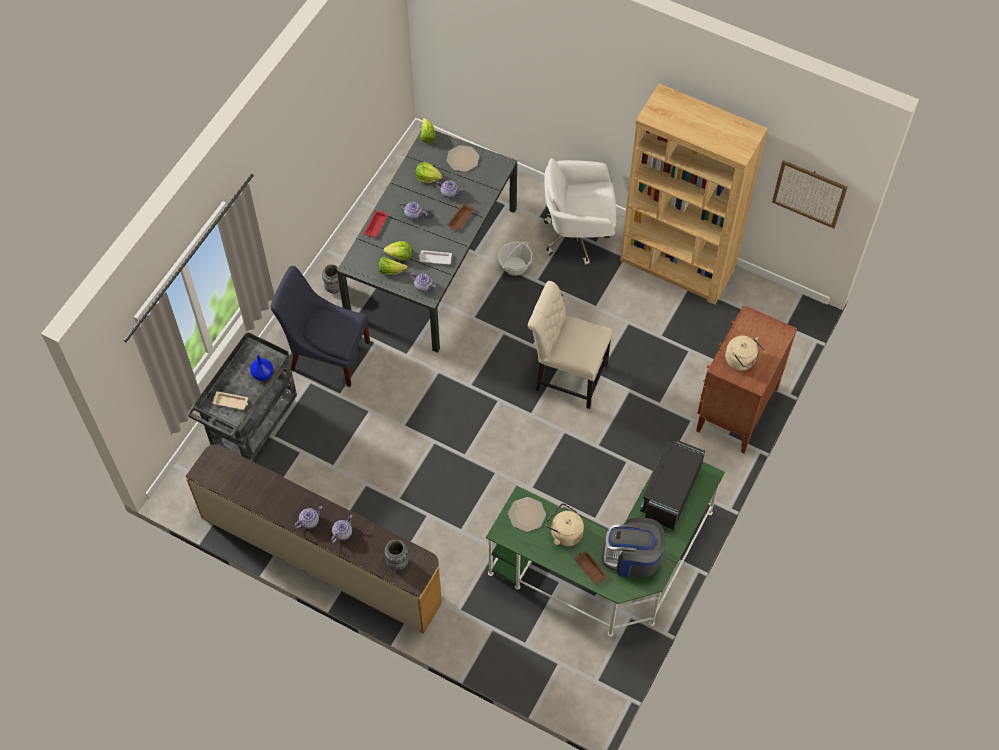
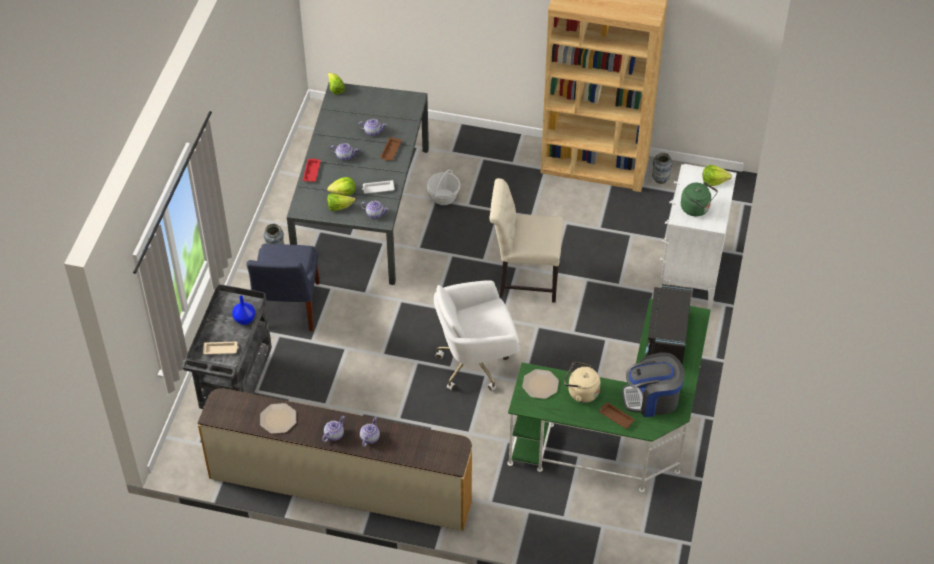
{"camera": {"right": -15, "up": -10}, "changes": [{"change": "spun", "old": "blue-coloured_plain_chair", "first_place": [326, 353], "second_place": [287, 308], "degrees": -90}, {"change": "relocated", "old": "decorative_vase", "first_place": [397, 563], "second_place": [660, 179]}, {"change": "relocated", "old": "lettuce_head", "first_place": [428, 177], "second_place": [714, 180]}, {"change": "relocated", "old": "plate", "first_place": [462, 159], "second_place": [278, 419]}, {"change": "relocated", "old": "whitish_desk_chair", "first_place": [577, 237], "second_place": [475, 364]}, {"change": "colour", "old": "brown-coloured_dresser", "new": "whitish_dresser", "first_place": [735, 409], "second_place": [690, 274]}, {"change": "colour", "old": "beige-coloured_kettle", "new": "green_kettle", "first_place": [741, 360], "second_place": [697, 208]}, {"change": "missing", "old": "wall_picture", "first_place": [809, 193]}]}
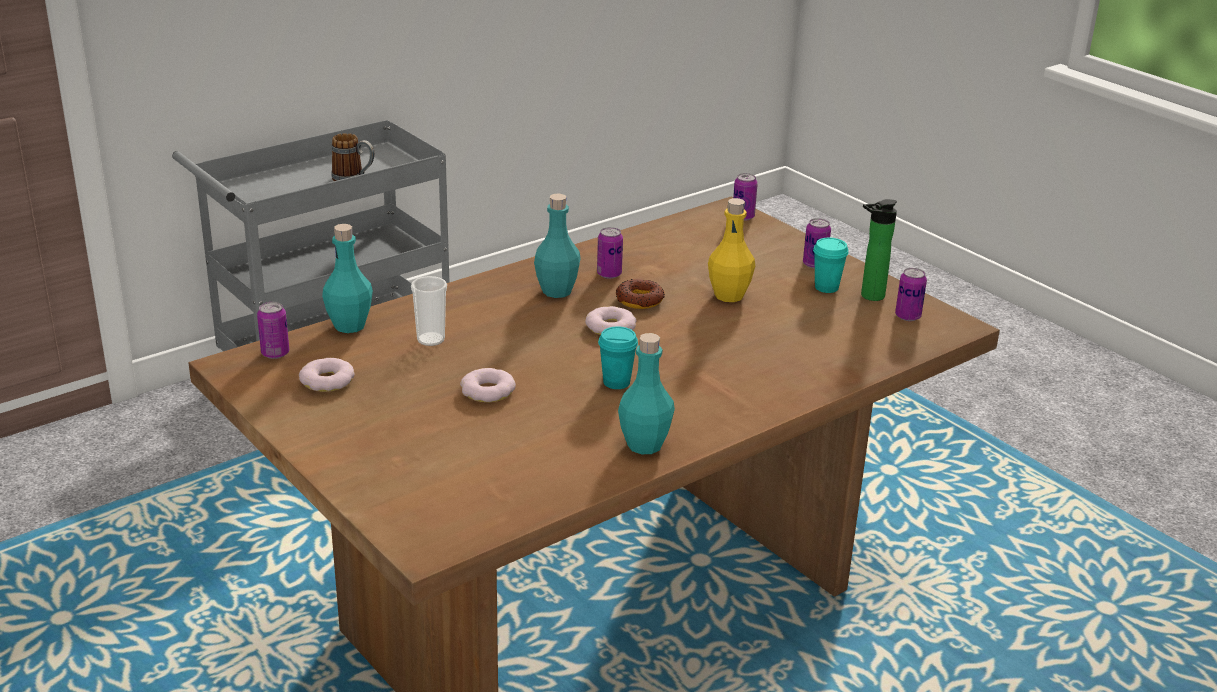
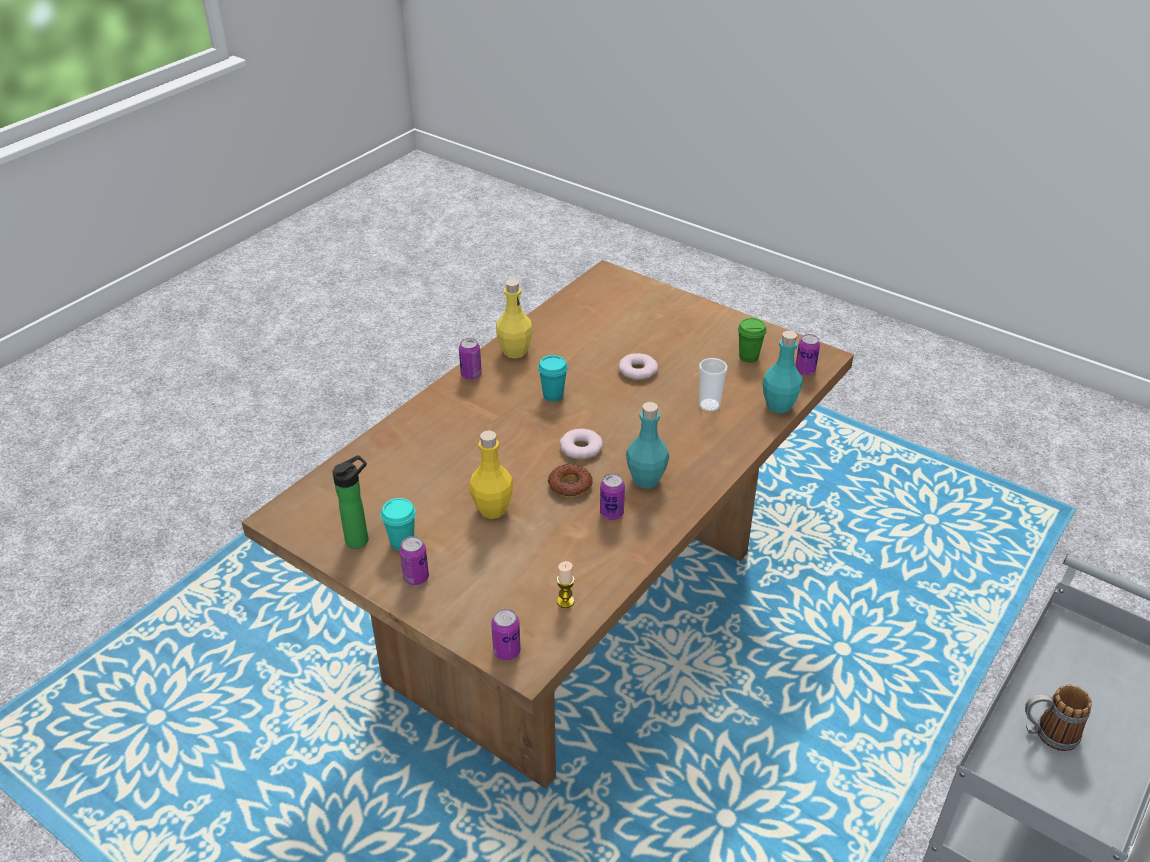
{"camera": {"right": 165, "up": 10}, "changes": [{"change": "exchanged", "old": "doughnut", "new": "green_drinking_cup", "first_place": [327, 381], "second_place": [748, 357]}, {"change": "colour", "old": "turquoise_bottle", "new": "yellowish_bottle", "first_place": [644, 445], "second_place": [515, 352]}, {"change": "relocated", "old": "metal_can", "first_place": [907, 316], "second_place": [471, 375]}, {"change": "appeared", "new": "wax_light", "second_place": [565, 601]}]}
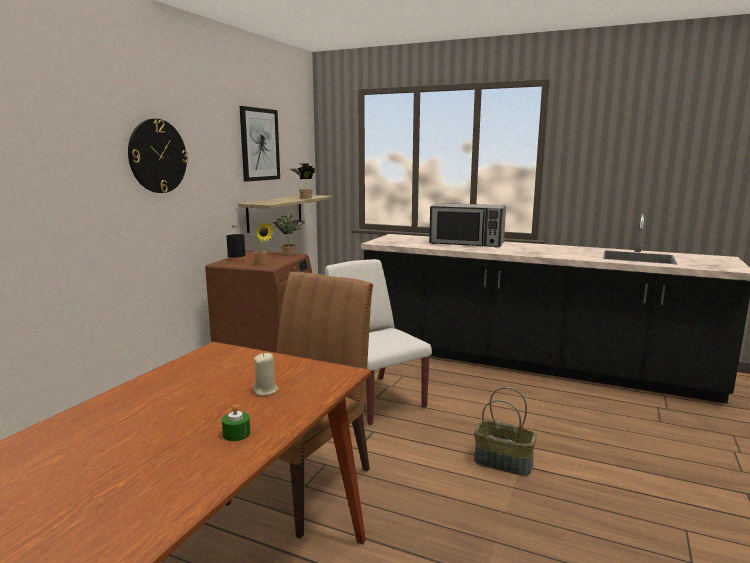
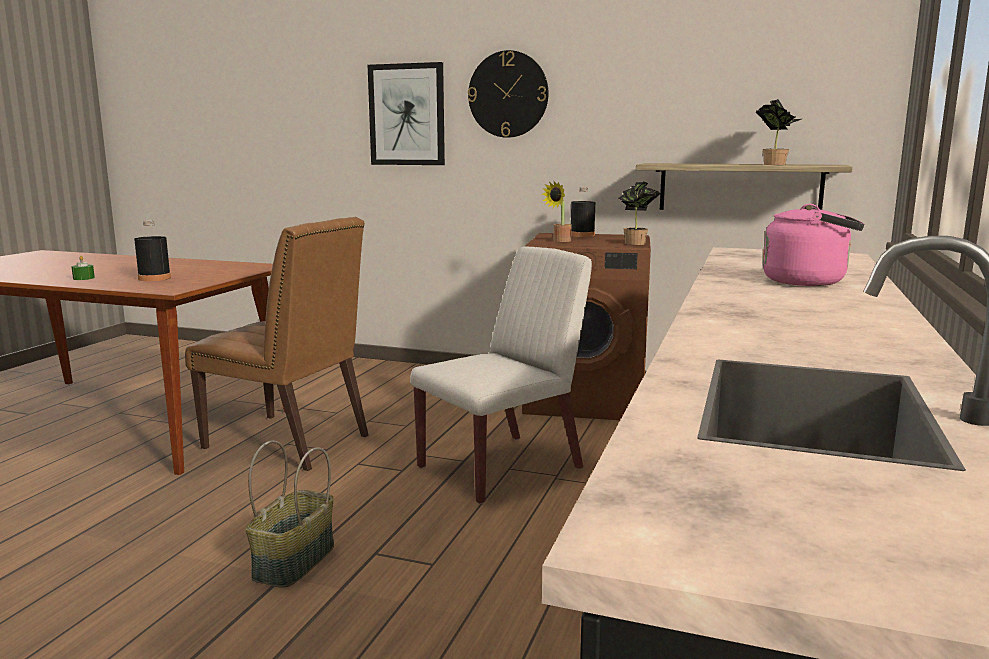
{"camera": {"right": 85, "up": 0}, "changes": [{"change": "relocated", "old": "wall_picture", "first_place": [259, 144], "second_place": [407, 115]}, {"change": "exchanged", "old": "beige-coloured_wax_light", "new": "black-coloured_bottle", "first_place": [265, 391], "second_place": [154, 278]}, {"change": "exchanged", "old": "microwave_oven", "new": "pinkish_kettle", "first_place": [466, 243], "second_place": [809, 282]}]}
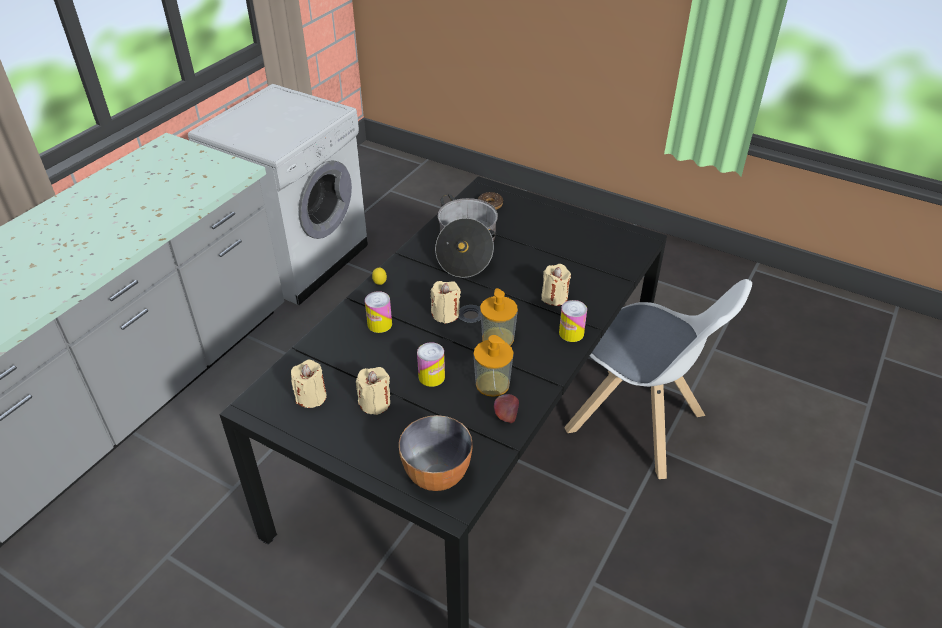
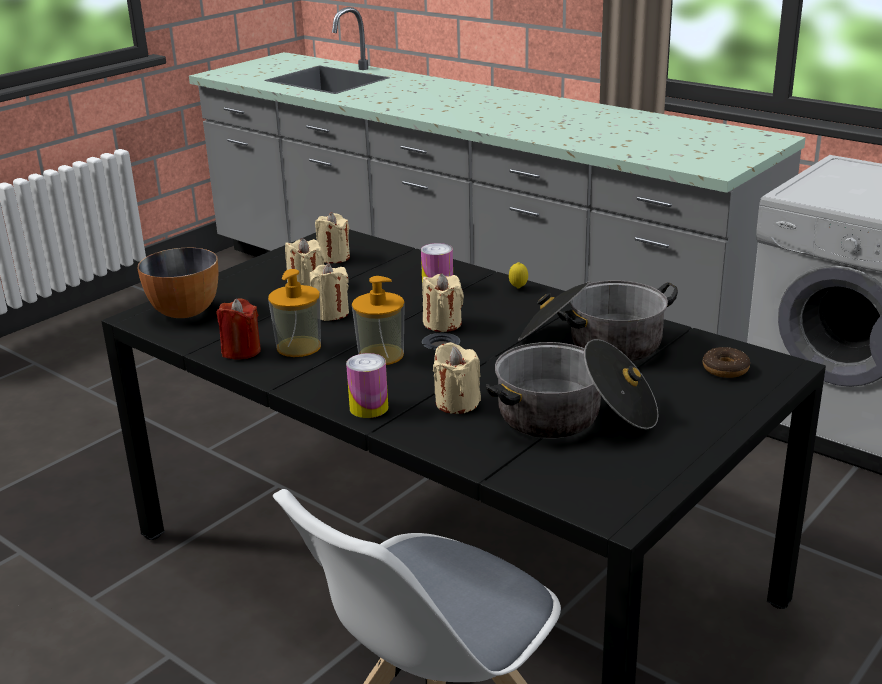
{"camera": {"right": 100, "up": -15}, "changes": [{"change": "exchanged", "old": "metal_can", "new": "beige-coloured_wax_light", "first_place": [431, 377], "second_place": [330, 313]}, {"change": "exchanged", "old": "apple_fruit", "new": "red-coloured_wax_light", "first_place": [505, 416], "second_place": [241, 351]}, {"change": "appeared", "new": "stockpot", "second_place": [574, 417]}]}
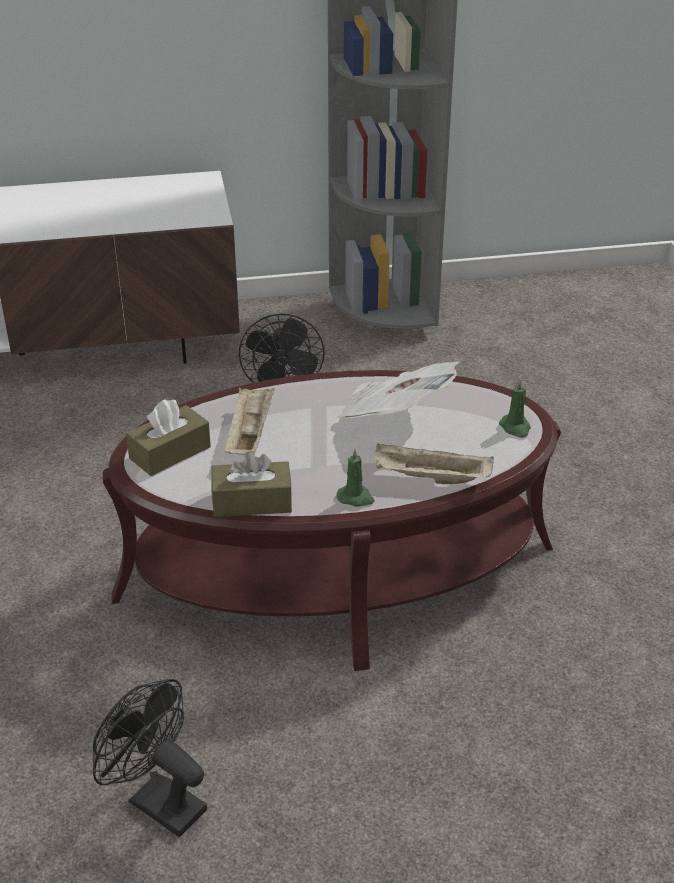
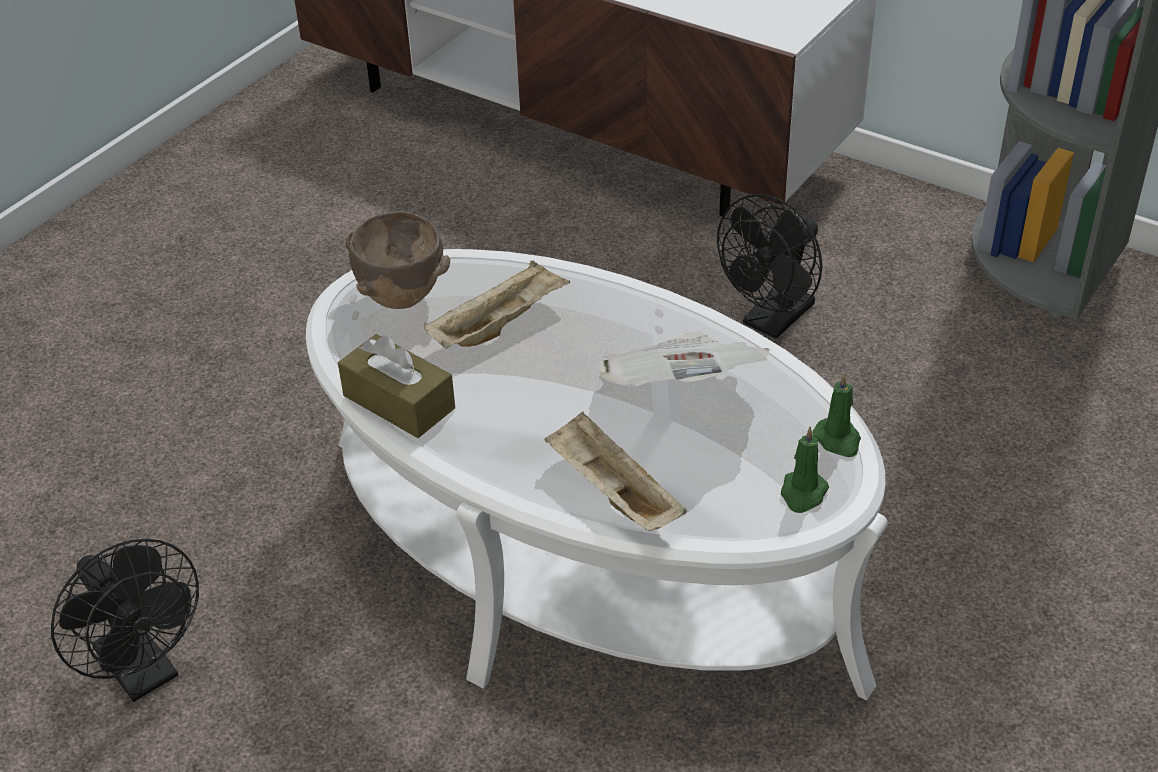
{"camera": {"right": 45, "up": 5}, "changes": [{"change": "spun", "old": "black-coloured_fan", "first_place": [157, 801], "second_place": [145, 673], "degrees": 150}, {"change": "colour", "old": "brown-coloured_low_table", "new": "whitish_low_table", "first_place": [337, 572], "second_place": [585, 557]}, {"change": "exchanged", "old": "brown-coloured_tissue_box", "new": "brown-coloured_serving_bowl", "first_place": [170, 452], "second_place": [400, 299]}, {"change": "relocated", "old": "green_wax_light", "first_place": [356, 498], "second_place": [838, 440]}]}
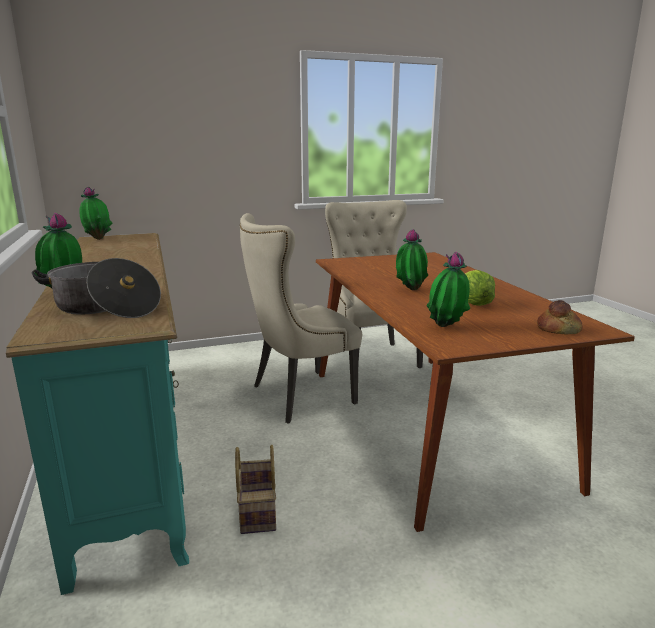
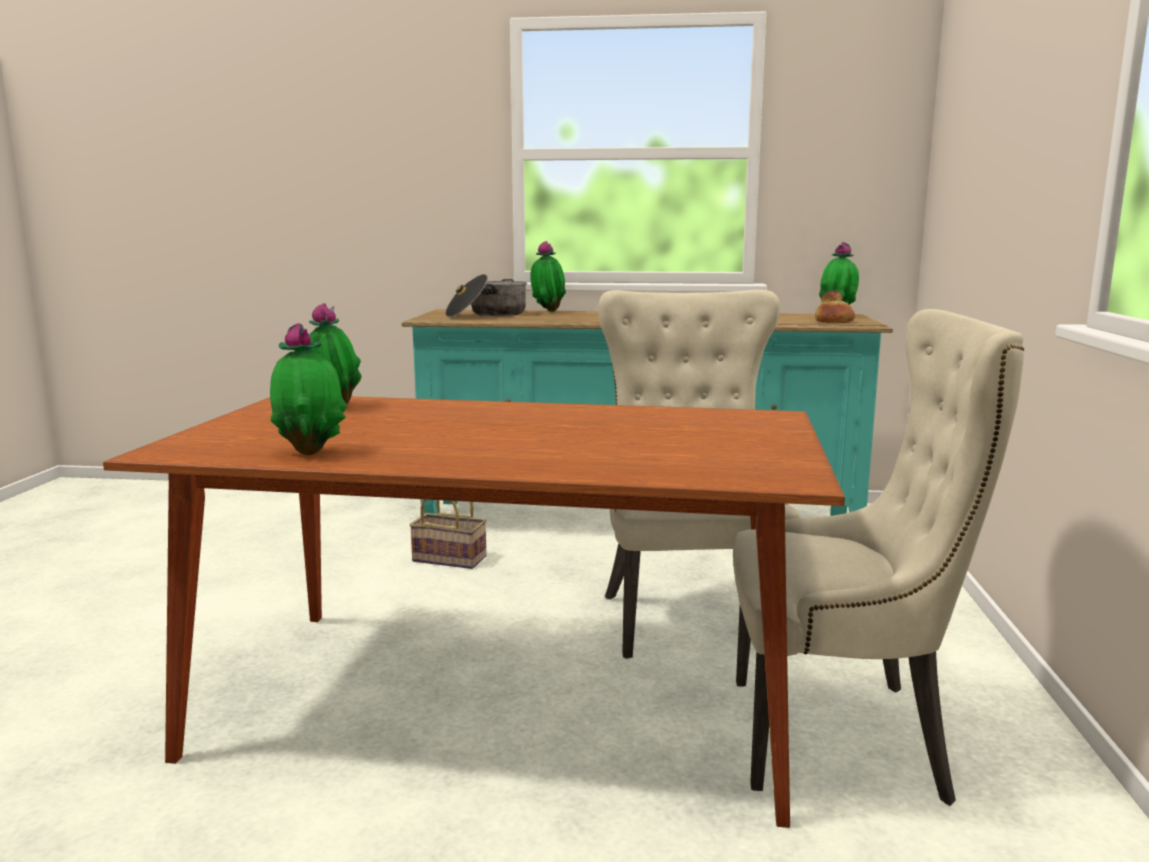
{"camera": {"right": 115, "up": -5}, "changes": [{"change": "relocated", "old": "potted_plant", "first_place": [410, 290], "second_place": [311, 452]}, {"change": "missing", "old": "lettuce_head", "first_place": [473, 304]}, {"change": "relocated", "old": "bakery_bread", "first_place": [558, 329], "second_place": [834, 321]}]}
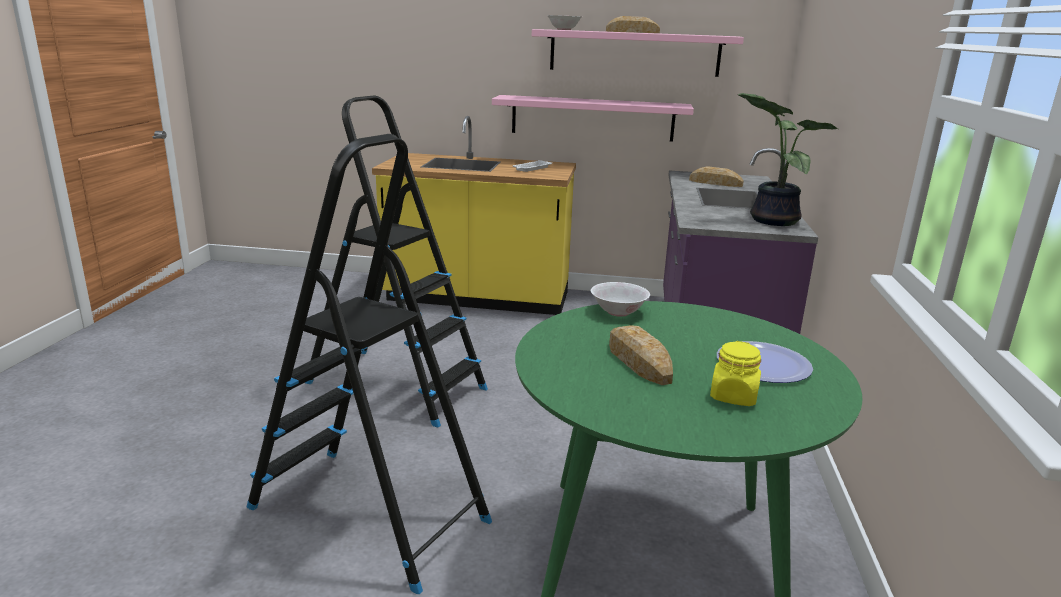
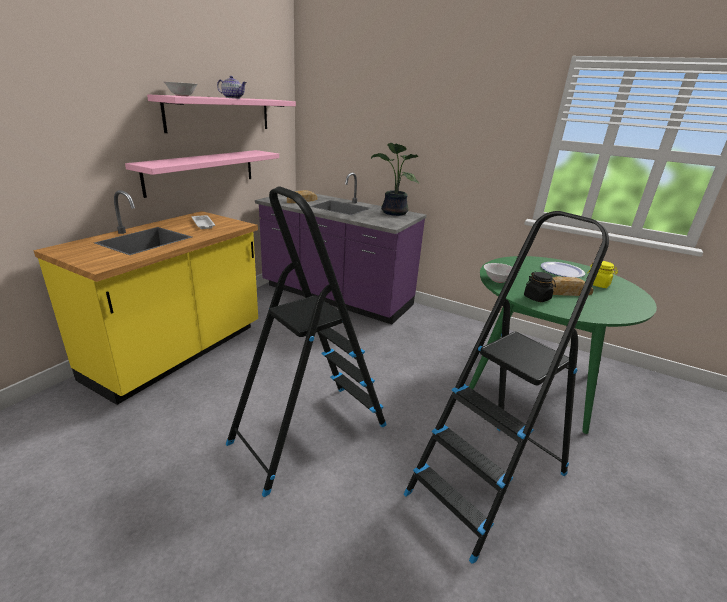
{"camera": {"right": -70, "up": 5}, "changes": [{"change": "exchanged", "old": "bakery_bread", "new": "tea_pot", "first_place": [632, 32], "second_place": [232, 98]}, {"change": "appeared", "new": "black-coloured_storage_jar", "second_place": [537, 298]}]}
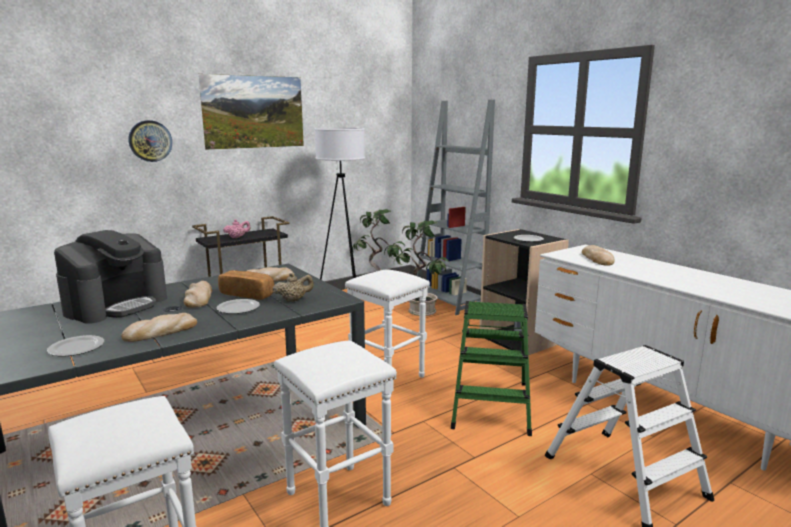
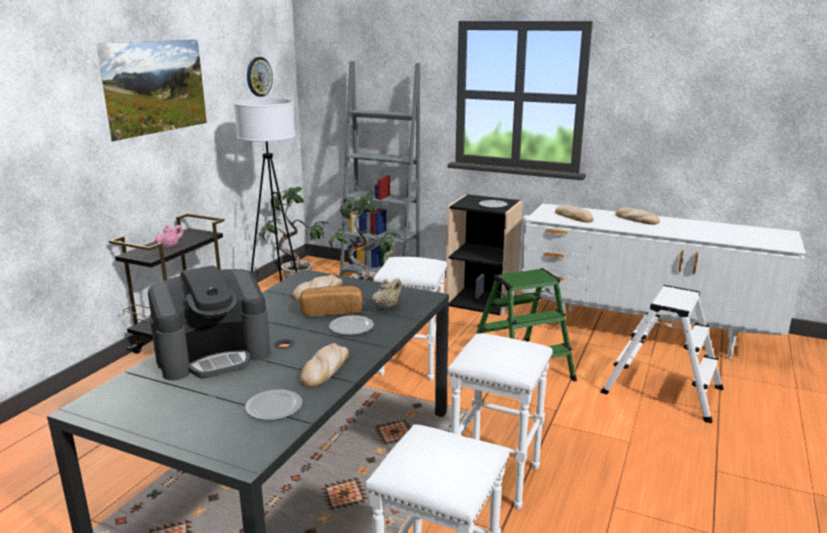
{"camera": {"right": -30, "up": 5}, "changes": [{"change": "spun", "old": "coffee_maker", "first_place": [116, 305], "second_place": [214, 355], "degrees": 60}, {"change": "relocated", "old": "clock_on_the_wall", "first_place": [150, 141], "second_place": [258, 76]}, {"change": "relocated", "old": "bakery_bread", "first_place": [198, 298], "second_place": [636, 219]}]}
